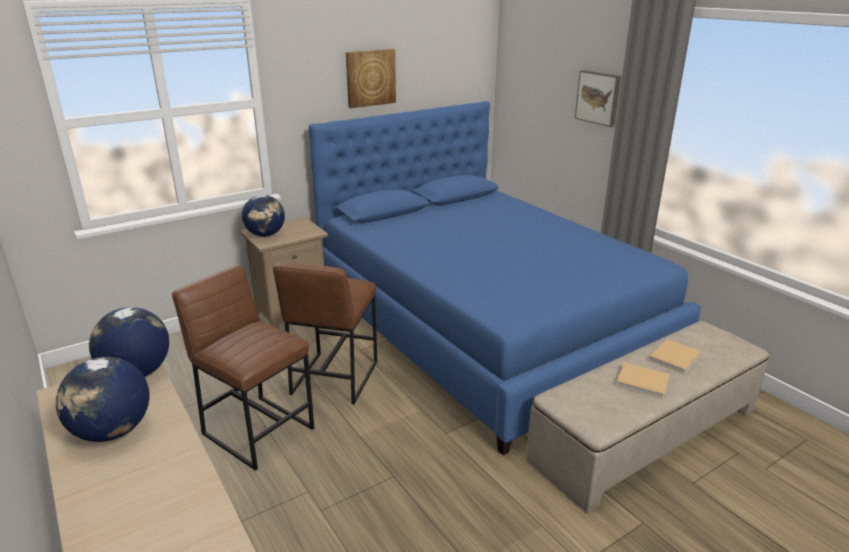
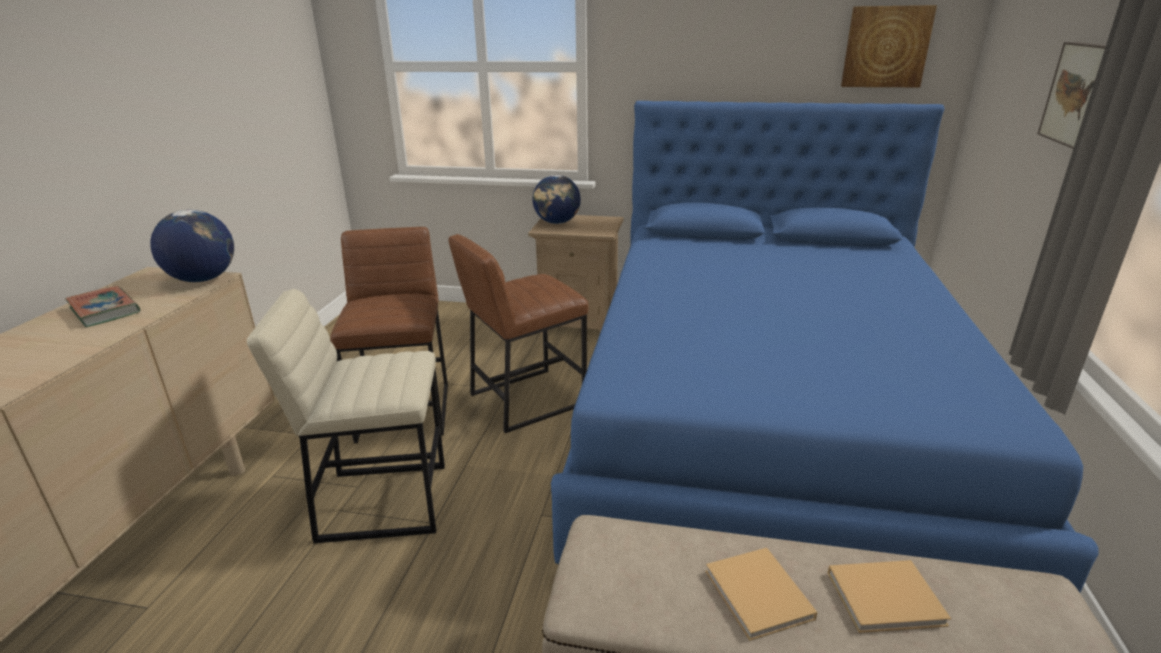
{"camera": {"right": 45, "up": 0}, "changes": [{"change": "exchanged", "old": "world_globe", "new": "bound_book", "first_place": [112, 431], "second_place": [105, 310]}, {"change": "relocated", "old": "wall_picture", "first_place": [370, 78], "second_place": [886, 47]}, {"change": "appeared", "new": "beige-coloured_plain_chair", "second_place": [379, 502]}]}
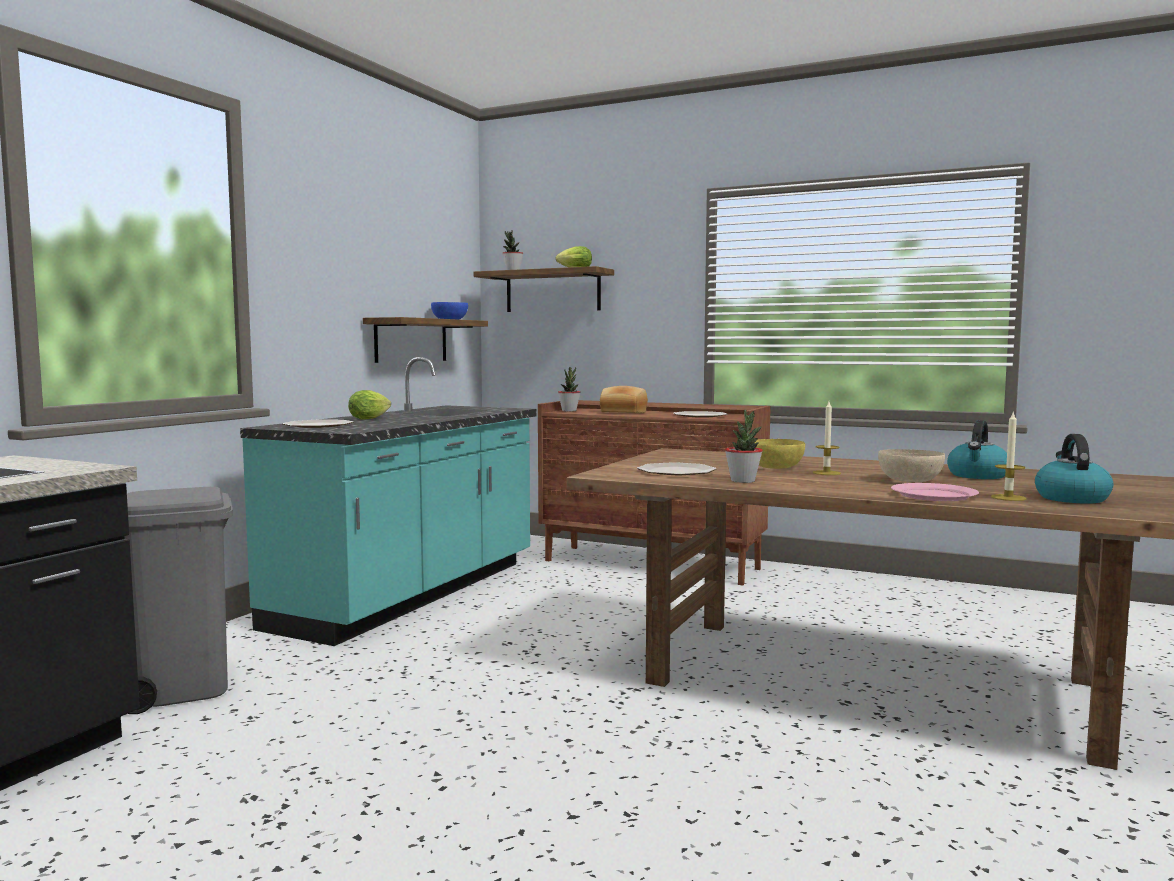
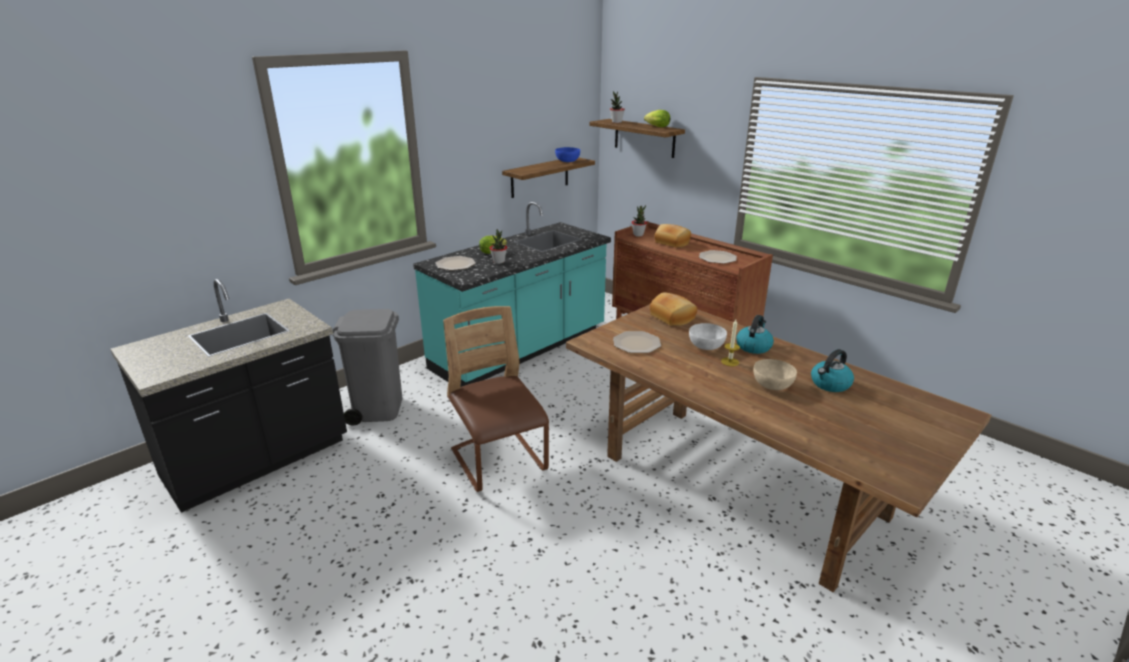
{"camera": {"right": 20, "up": 20}, "changes": [{"change": "relocated", "old": "potted_plant", "first_place": [743, 481], "second_place": [499, 261]}, {"change": "colour", "old": "yellowish_serving_bowl", "new": "whitish_serving_bowl", "first_place": [776, 467], "second_place": [706, 346]}, {"change": "missing", "old": "pinkish_plate", "first_place": [934, 495]}, {"change": "missing", "old": "wax_light", "first_place": [1008, 498]}, {"change": "relocated", "old": "kettle", "first_place": [1071, 498], "second_place": [753, 346]}, {"change": "appeared", "new": "brown-coloured_plain_chair", "second_place": [499, 461]}, {"change": "appeared", "new": "bakery_bread", "second_place": [673, 317]}]}
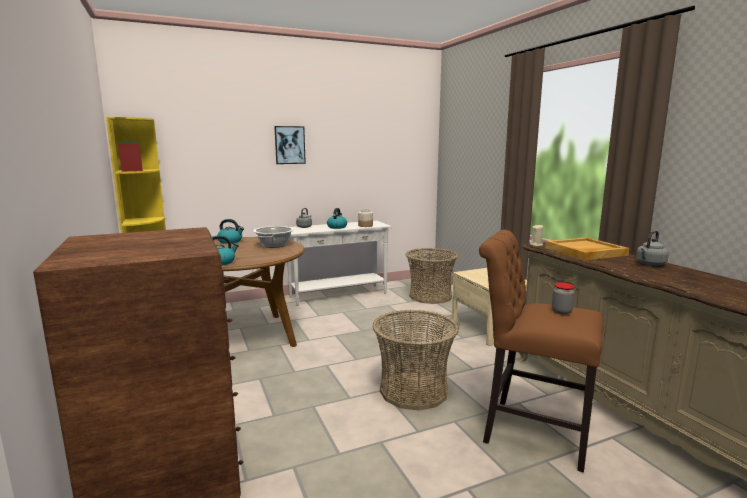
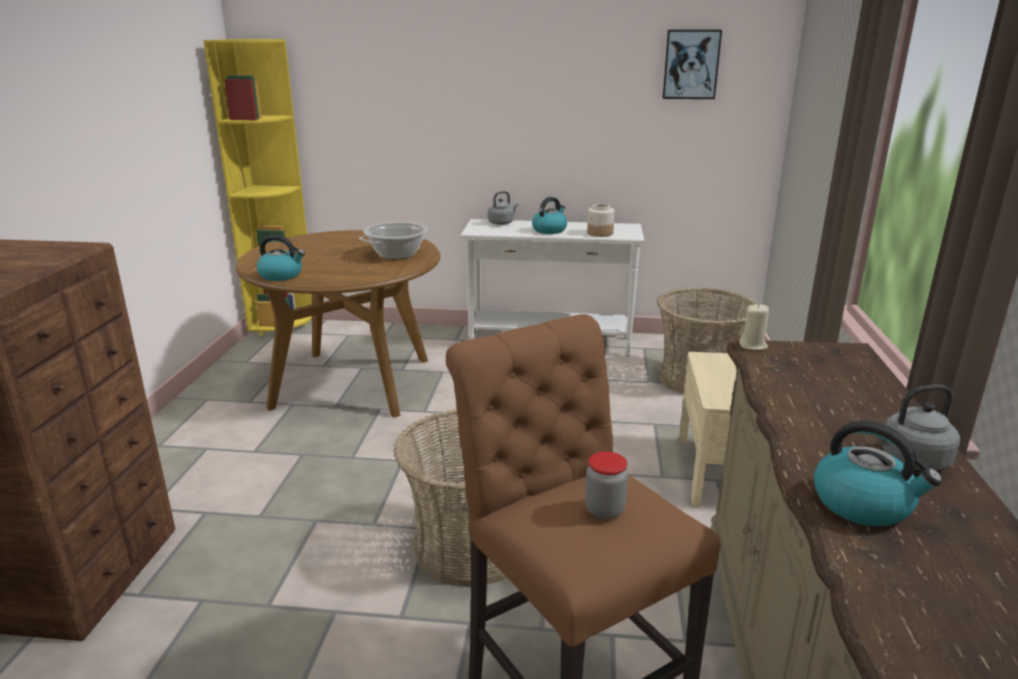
{"camera": {"right": 30, "up": 10}, "changes": [{"change": "relocated", "old": "kettle", "first_place": [230, 241], "second_place": [863, 504]}, {"change": "relocated", "old": "wall_picture", "first_place": [289, 145], "second_place": [691, 64]}, {"change": "missing", "old": "beige-coloured_tray", "first_place": [585, 251]}]}
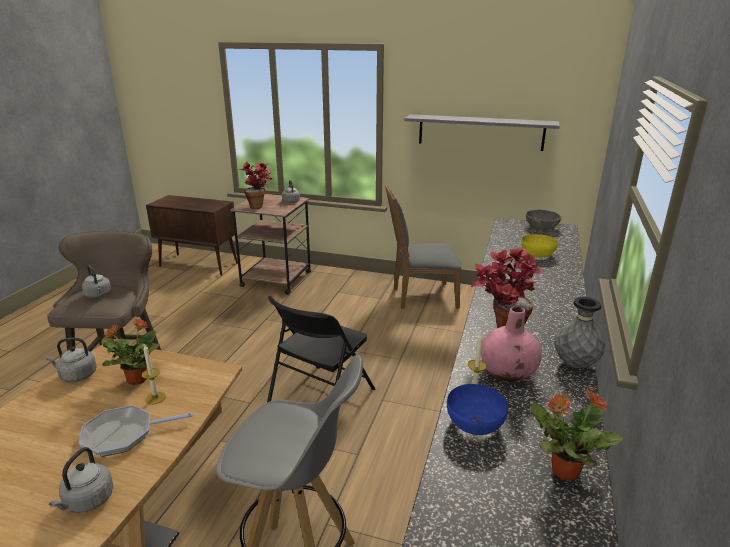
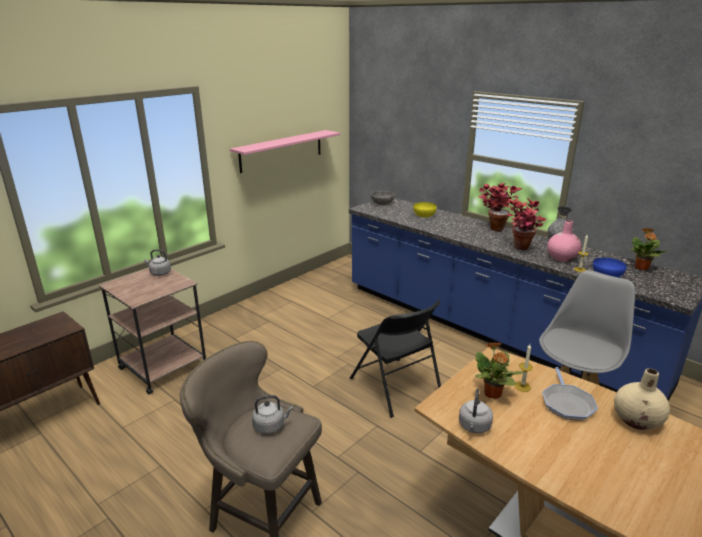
{"camera": {"right": -65, "up": 0}, "changes": [{"change": "exchanged", "old": "gray_kettle", "new": "beige-coloured_decorative_vase", "first_place": [87, 501], "second_place": [637, 420]}, {"change": "relocated", "old": "potted_plant", "first_place": [260, 206], "second_place": [493, 227]}, {"change": "missing", "old": "gray_plain_chair", "first_place": [420, 296]}, {"change": "colour", "old": "gray_bracket_shelf", "new": "pinkish_bracket_shelf", "first_place": [480, 132], "second_place": [281, 150]}]}
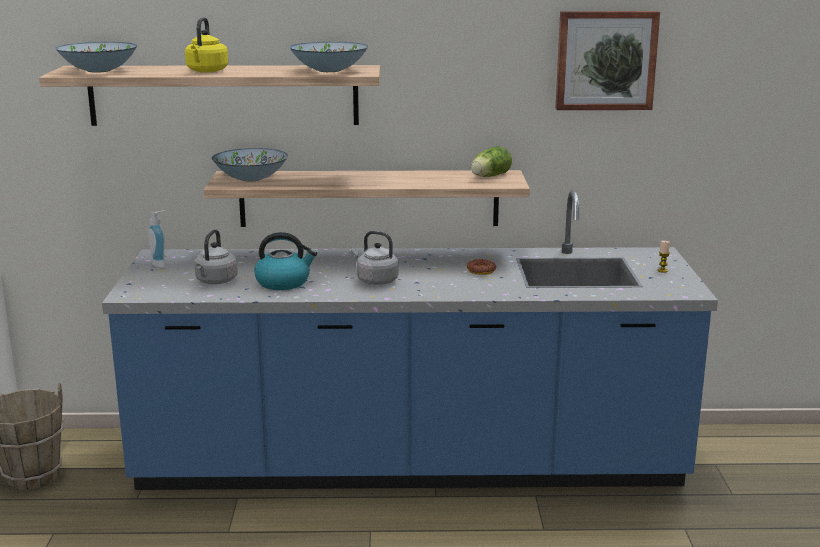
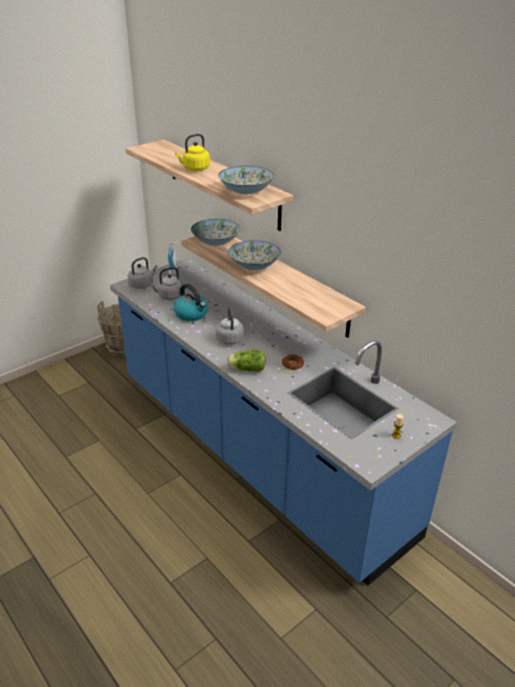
{"camera": {"right": 50, "up": 15}, "changes": [{"change": "relocated", "old": "serving_bowl", "first_place": [99, 71], "second_place": [254, 266]}, {"change": "relocated", "old": "lettuce_head", "first_place": [489, 176], "second_place": [246, 369]}, {"change": "missing", "old": "wall_picture", "first_place": [605, 60]}, {"change": "appeared", "new": "gray_kettle", "second_place": [142, 285]}]}
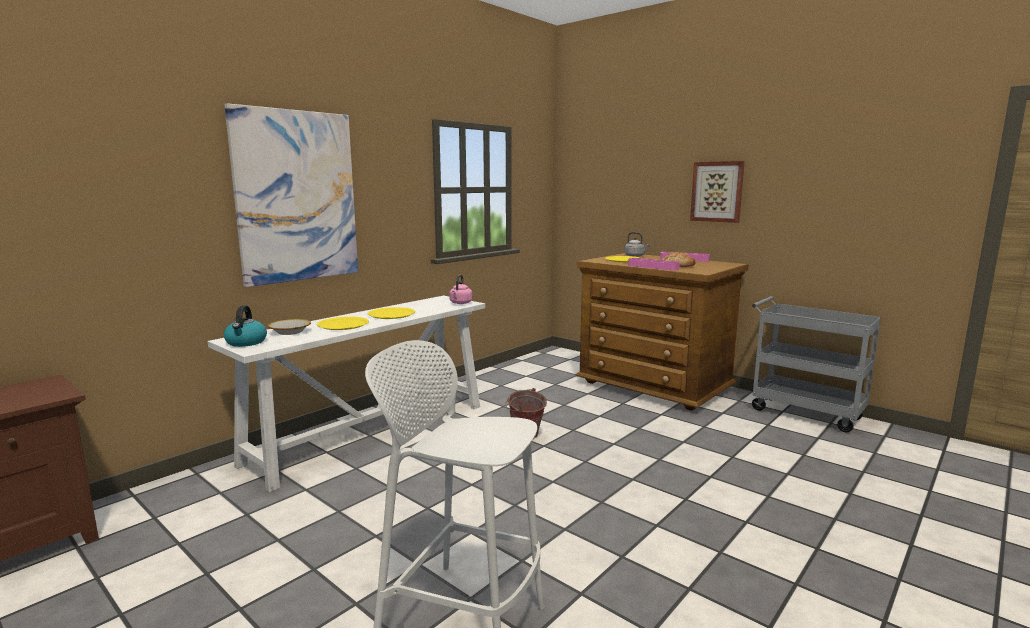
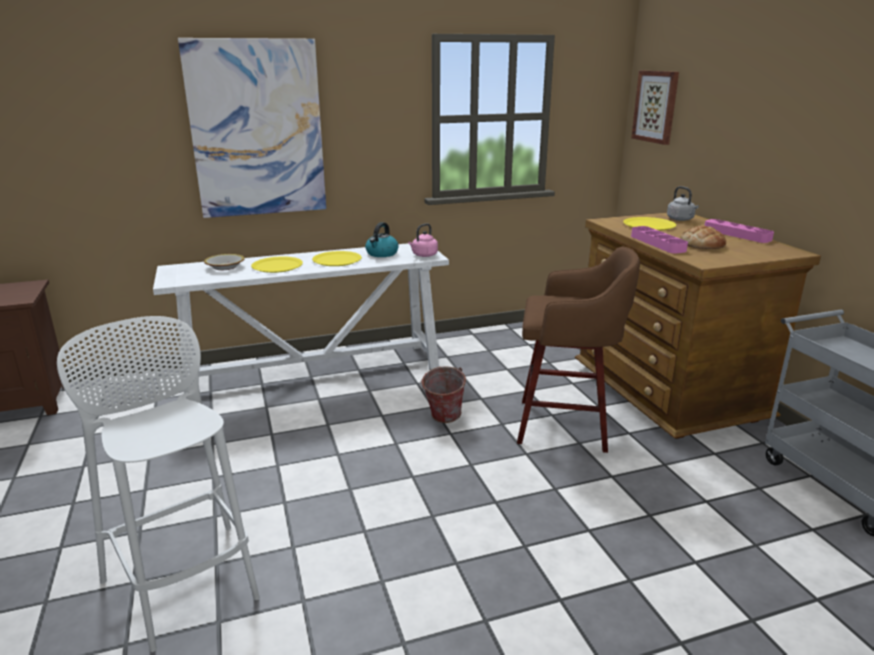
{"camera": {"right": 30, "up": 10}, "changes": [{"change": "relocated", "old": "kettle", "first_place": [246, 342], "second_place": [382, 254]}, {"change": "relocated", "old": "wall_picture", "first_place": [717, 191], "second_place": [656, 106]}, {"change": "appeared", "new": "brown-coloured_stool", "second_place": [566, 426]}]}
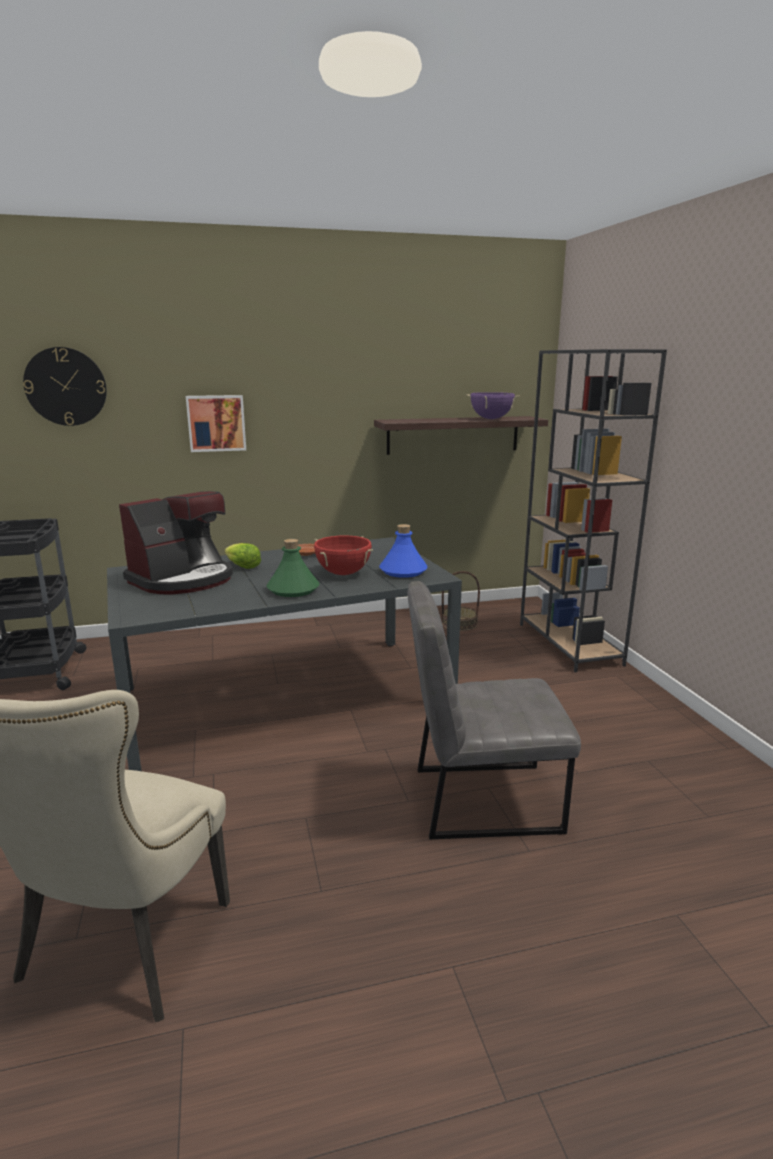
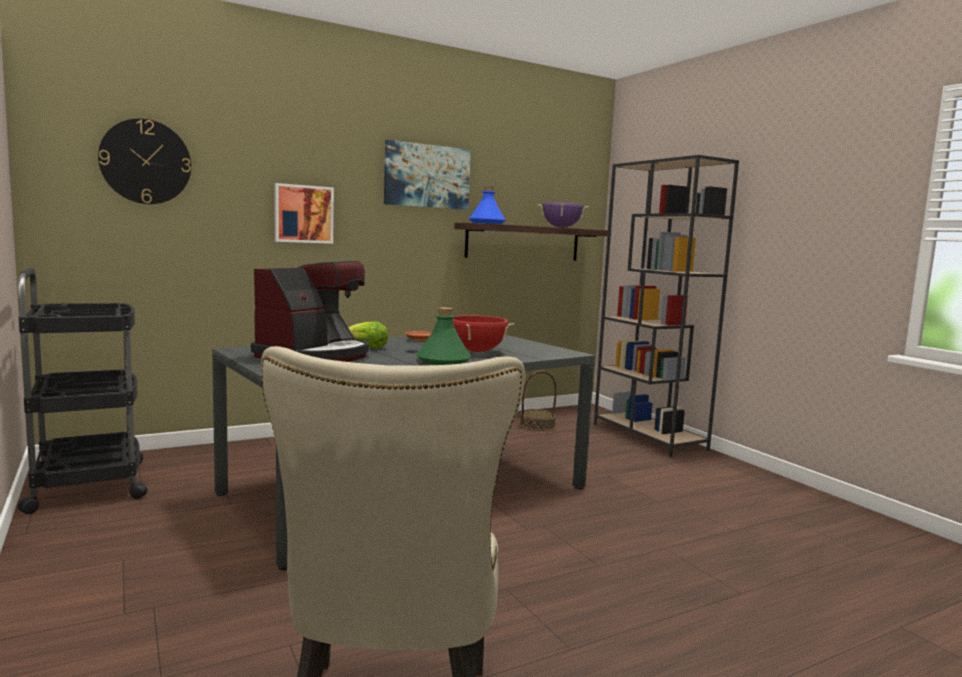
{"camera": {"right": -15, "up": -10}, "changes": [{"change": "relocated", "old": "blue-coloured_bottle", "first_place": [403, 571], "second_place": [487, 223]}, {"change": "missing", "old": "gray_plain_chair", "first_place": [481, 799]}, {"change": "appeared", "new": "wall_picture", "second_place": [427, 176]}]}
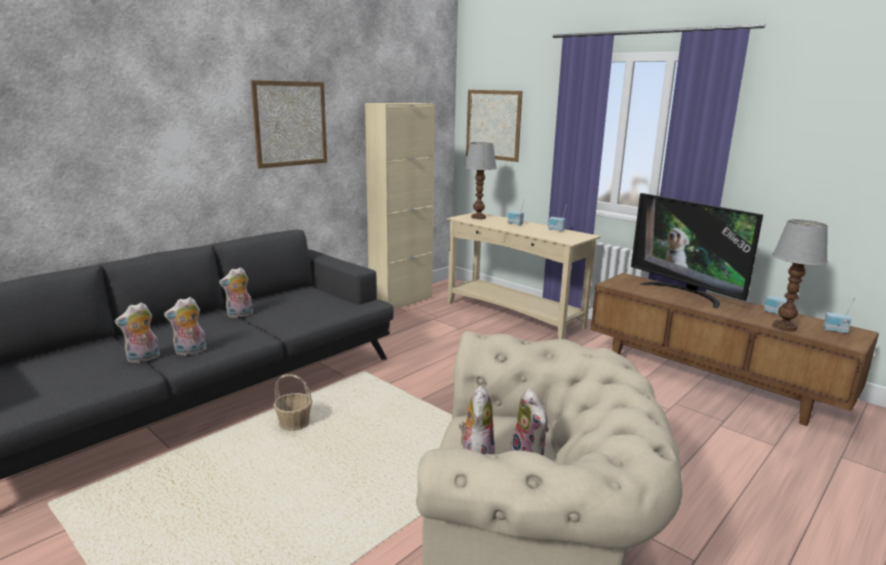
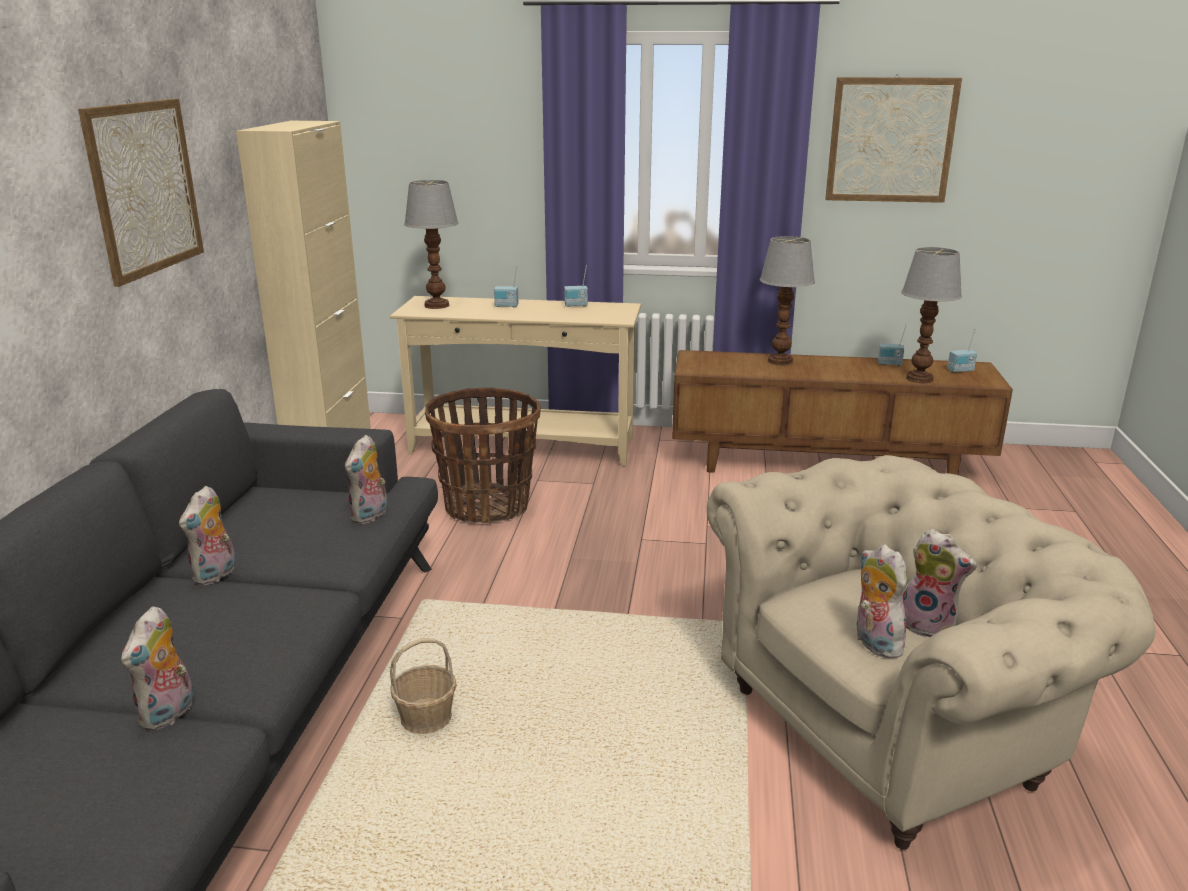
{"camera": {"right": -35, "up": 5}, "changes": [{"change": "relocated", "old": "soft_toy", "first_place": [190, 352], "second_place": [370, 516]}, {"change": "relocated", "old": "wall_picture", "first_place": [493, 124], "second_place": [891, 139]}, {"change": "exchanged", "old": "TV", "new": "lamp_for_a_table", "first_place": [685, 293], "second_place": [781, 361]}, {"change": "appeared", "new": "household_basket", "second_place": [487, 506]}]}
